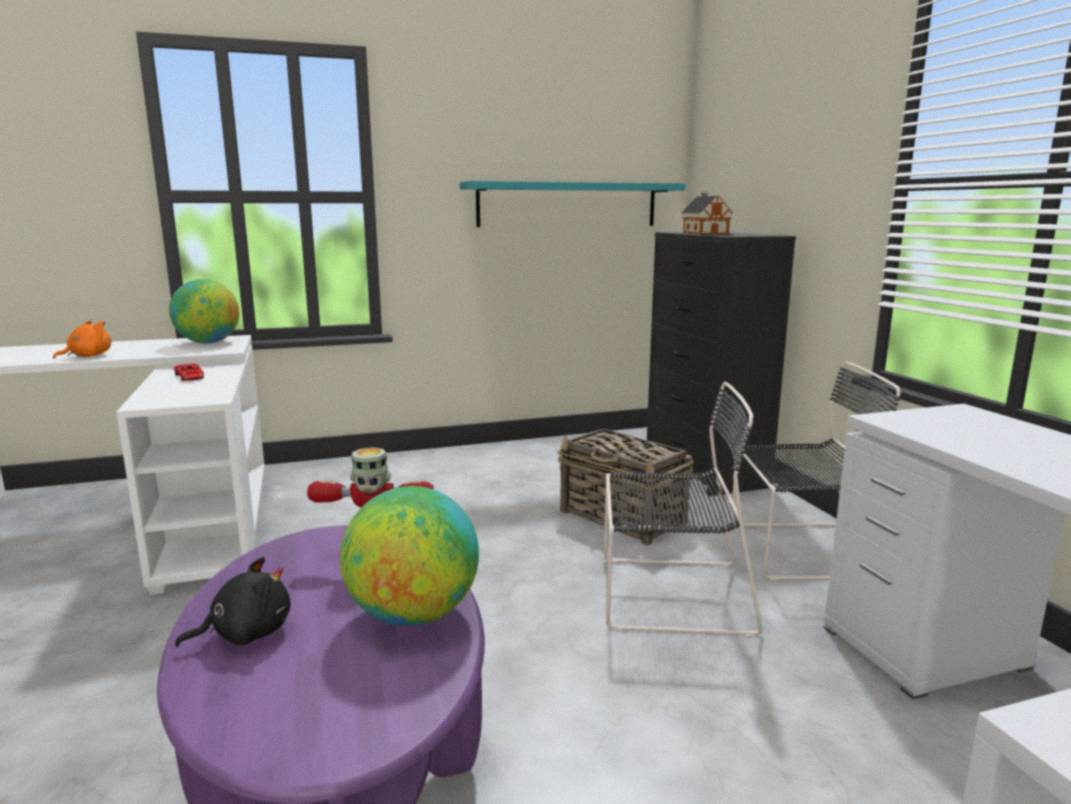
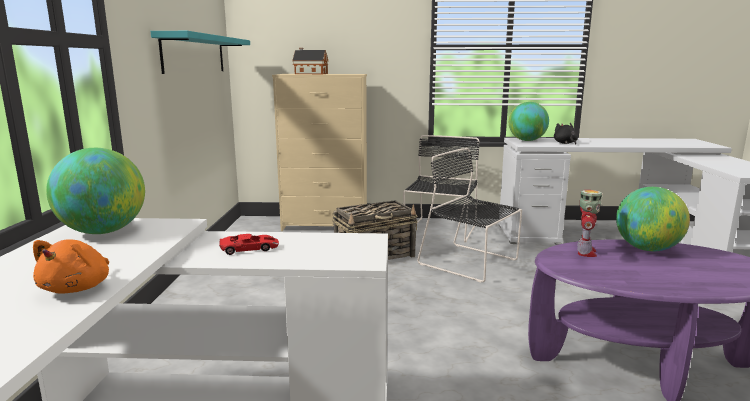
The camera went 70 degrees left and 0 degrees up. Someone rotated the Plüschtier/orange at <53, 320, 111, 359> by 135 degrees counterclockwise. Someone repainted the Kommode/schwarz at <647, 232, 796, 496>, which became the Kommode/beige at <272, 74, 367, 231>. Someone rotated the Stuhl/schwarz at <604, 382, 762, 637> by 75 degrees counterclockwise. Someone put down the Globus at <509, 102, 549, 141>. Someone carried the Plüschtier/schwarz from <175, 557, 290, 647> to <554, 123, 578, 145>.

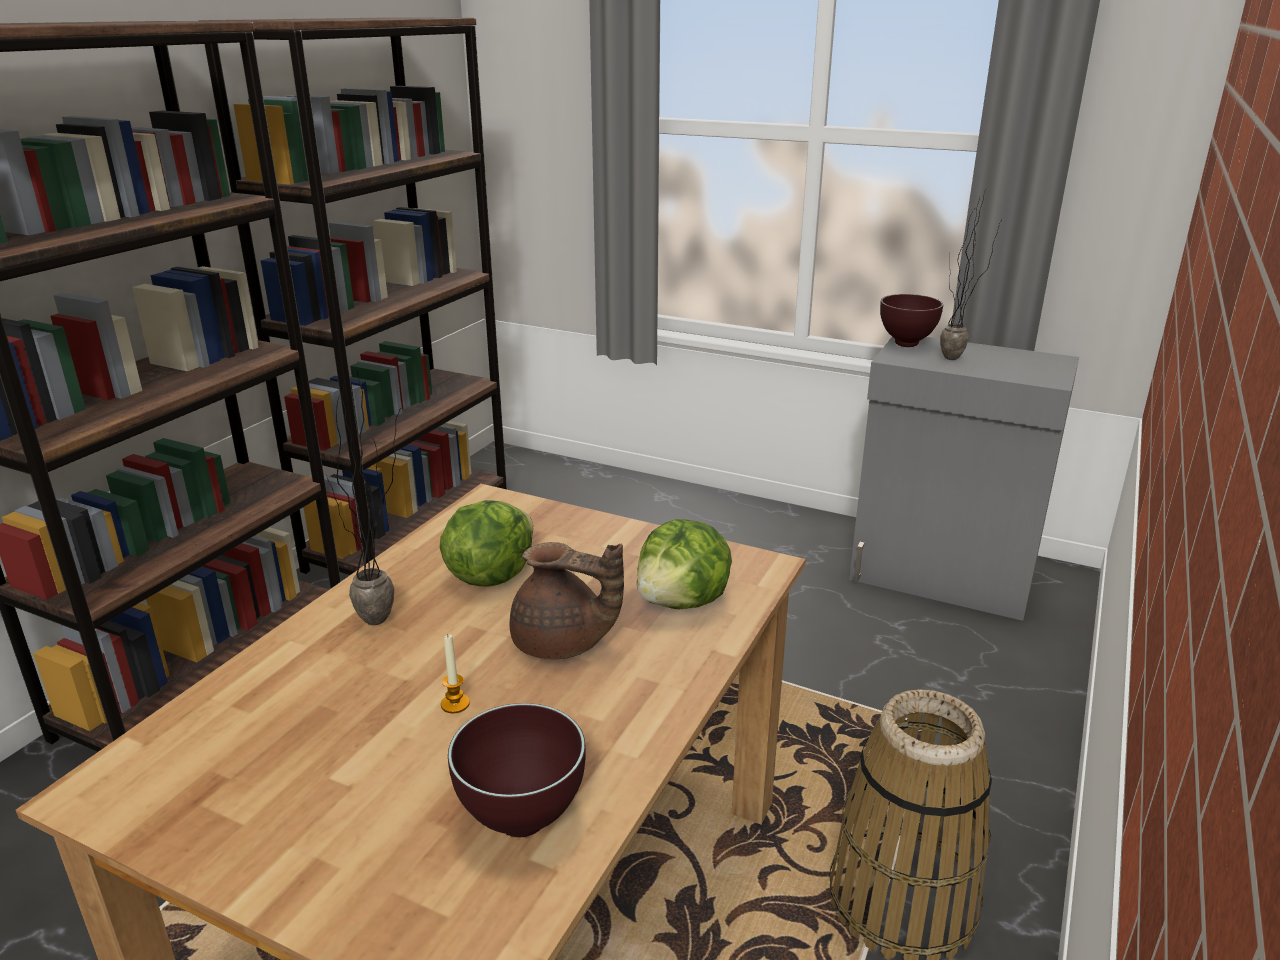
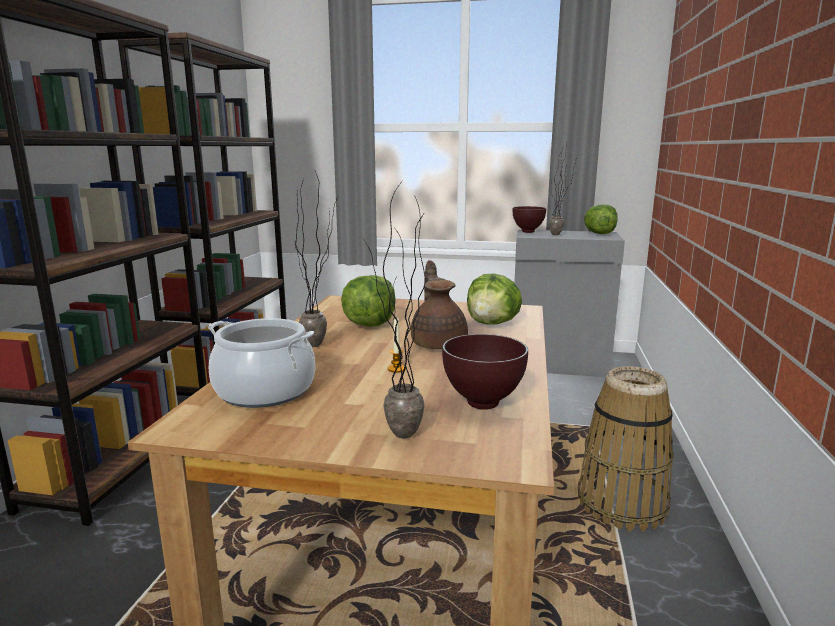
The camera went 15 degrees left and 10 degrees down. Someone put down the Kochtopf at <208, 318, 315, 408>. Someone put down the Topfpflanze at <364, 183, 425, 439>. Someone rotated the Teekanne/braun at <510, 542, 624, 660> by 105 degrees counterclockwise. Someone put down the Salatkopf at <584, 204, 618, 234>.

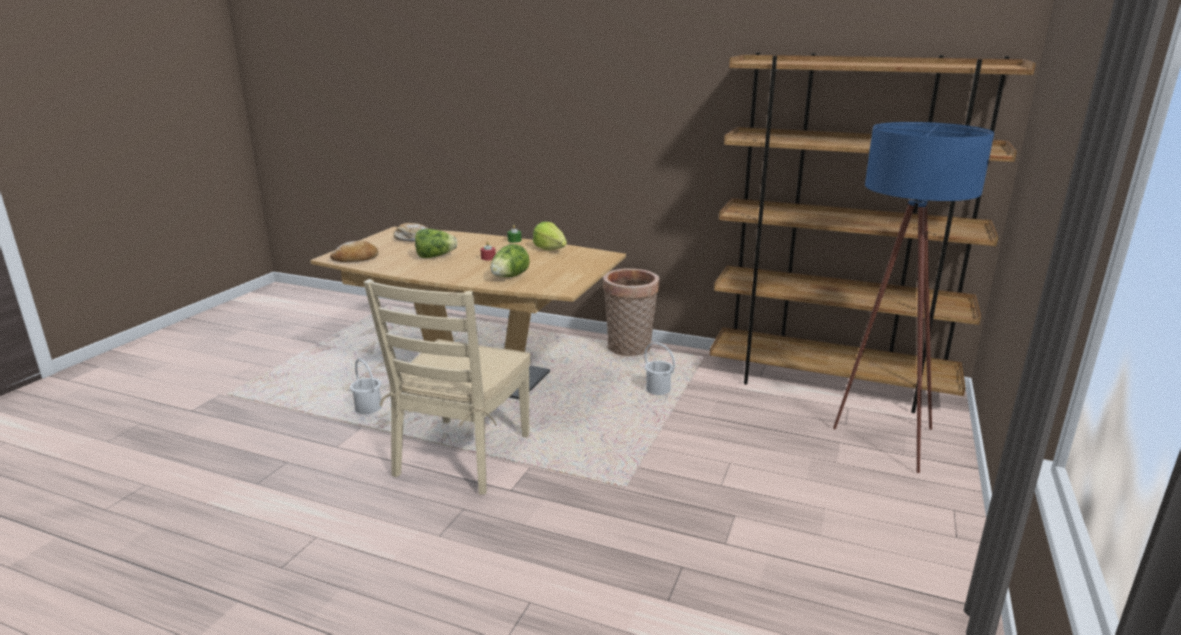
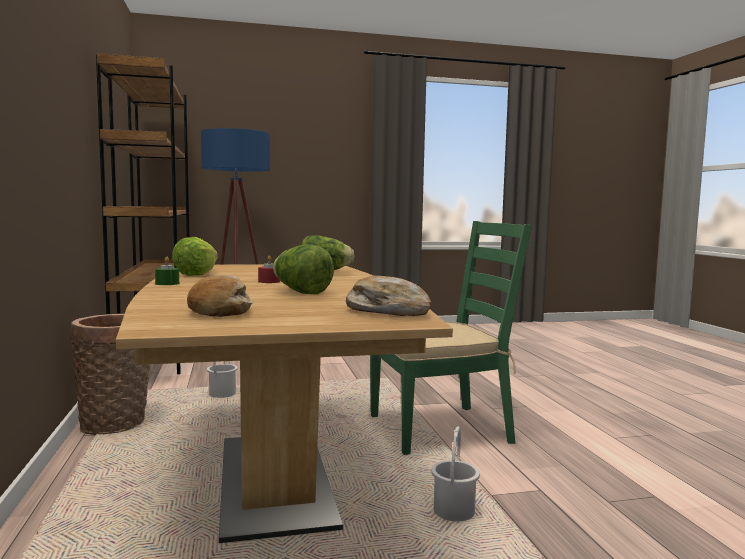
The camera went 125 degrees left and 15 degrees down. Someone repainted the Stuhl/beige at <364, 279, 531, 494>, which became the Stuhl/grün at <370, 221, 532, 455>.

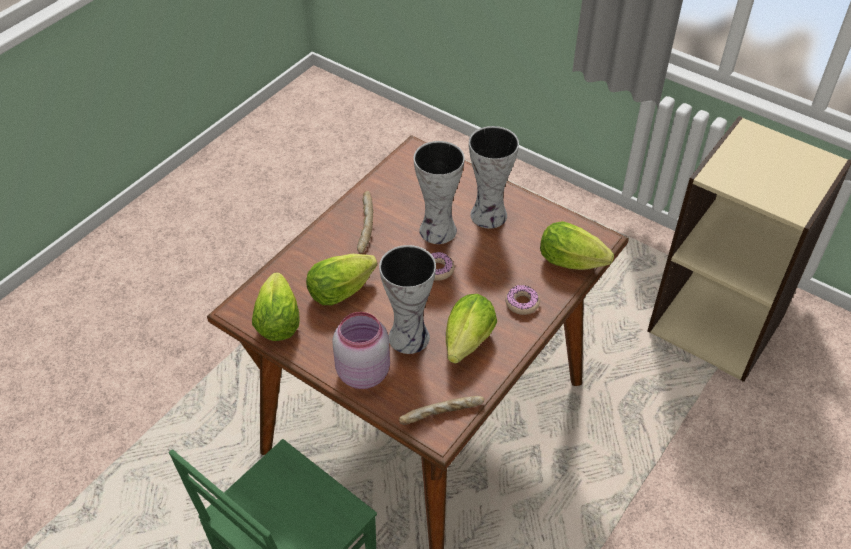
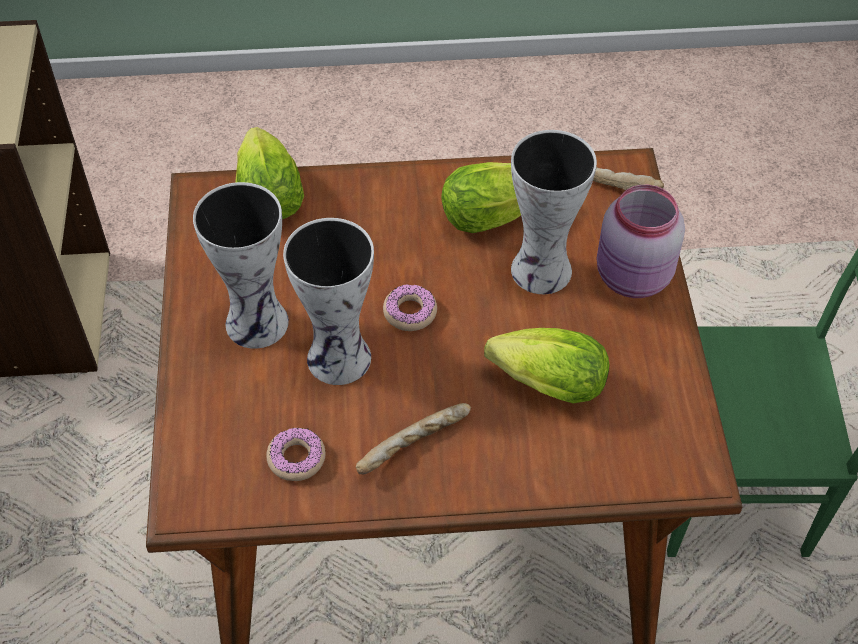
The camera went 130 degrees left and 5 degrees up. Someone carried the Donut from <505, 285, 540, 315> to <266, 427, 326, 481>. Someone took away the Salatkopf at <252, 272, 300, 341>.

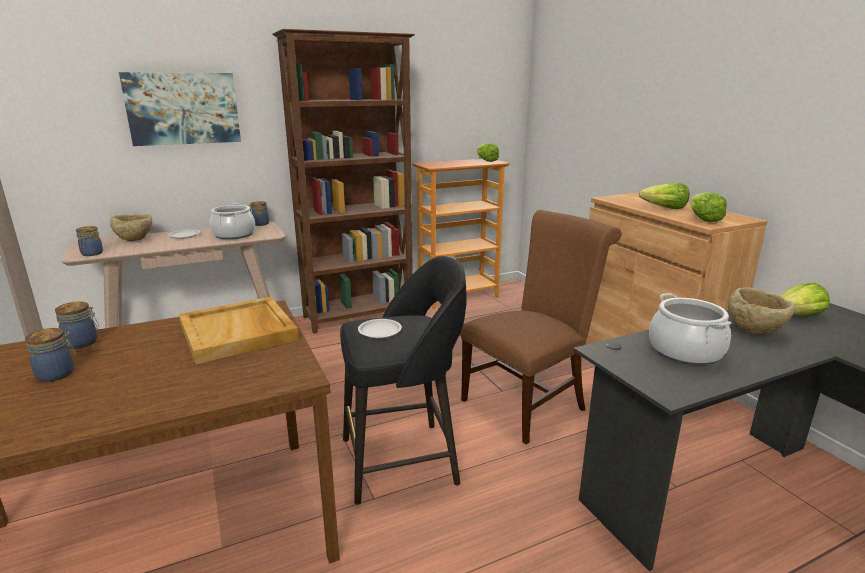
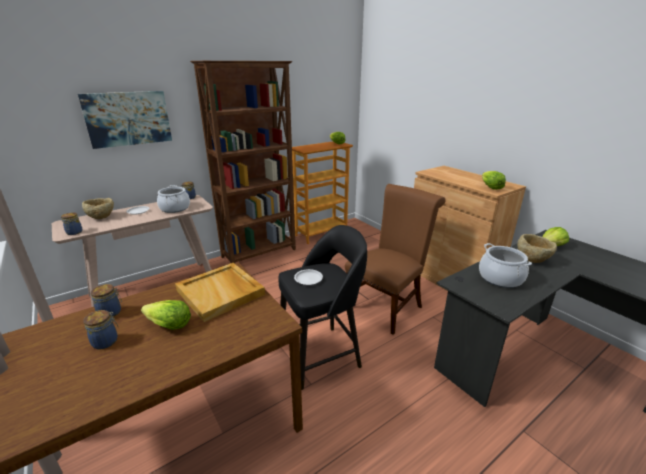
The camera went 10 degrees left and 5 degrees up. Someone carried the Salatkopf from <639, 183, 689, 209> to <141, 300, 191, 330>.

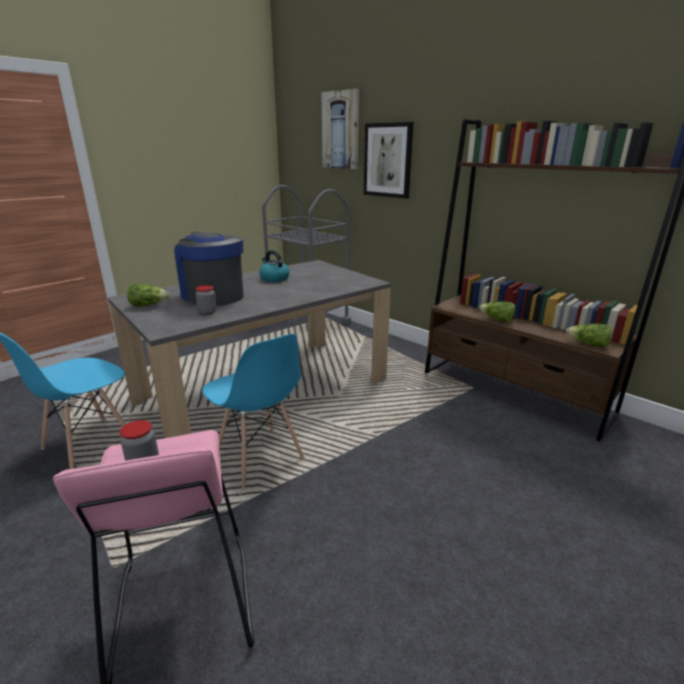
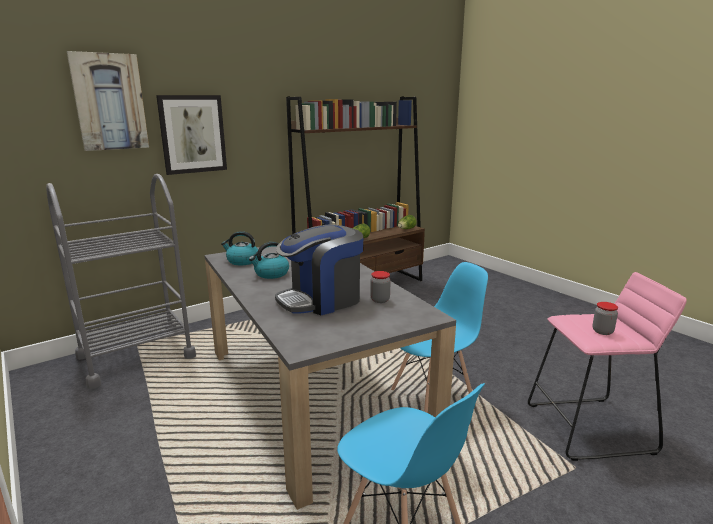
The camera went 80 degrees left and 5 degrees down. Someone put down the Wasserkessel at <221, 231, 258, 265>. Someone took away the Salatkopf at <127, 283, 170, 307>.

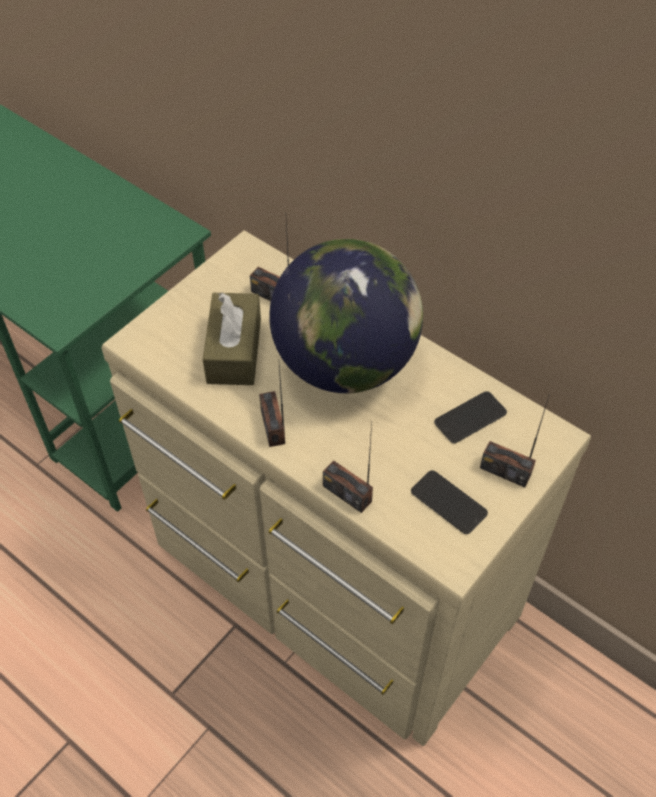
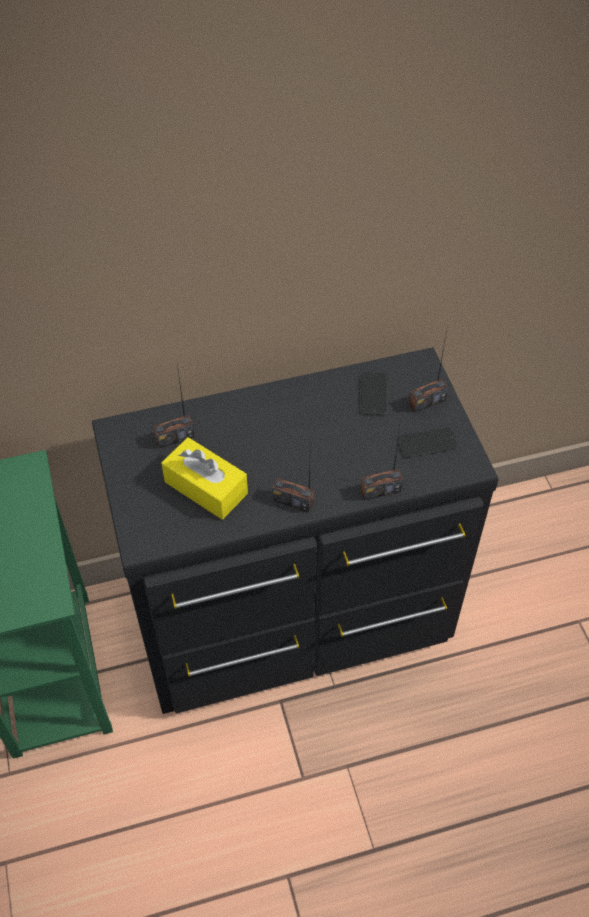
The camera went 55 degrees left and 0 degrees up. Someone repainted the Kommode/beige at <101, 230, 591, 746>, which became the Kommode/schwarz at <92, 347, 499, 714>. Someone repainted the Taschentuchbox/braun at <203, 293, 261, 385>, which became the Taschentuchbox/gelb at <161, 437, 248, 520>. Someone took away the Globus at <269, 239, 423, 394>.

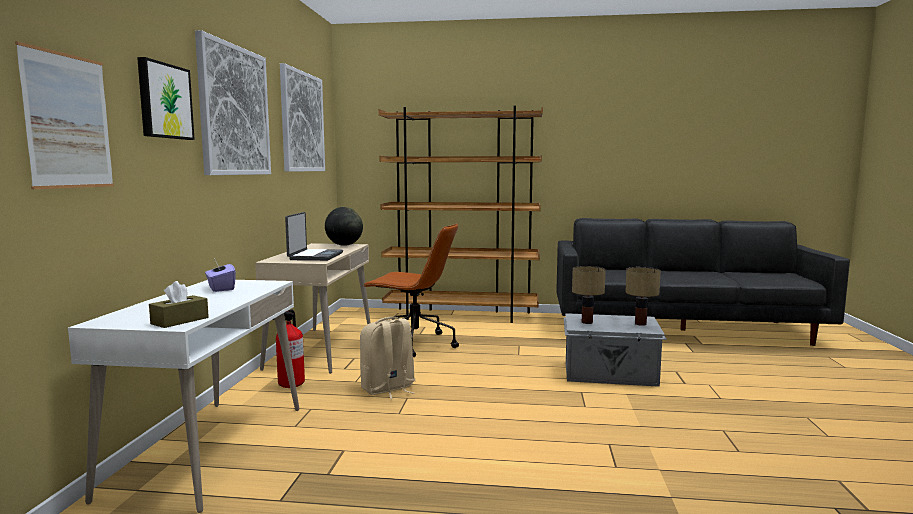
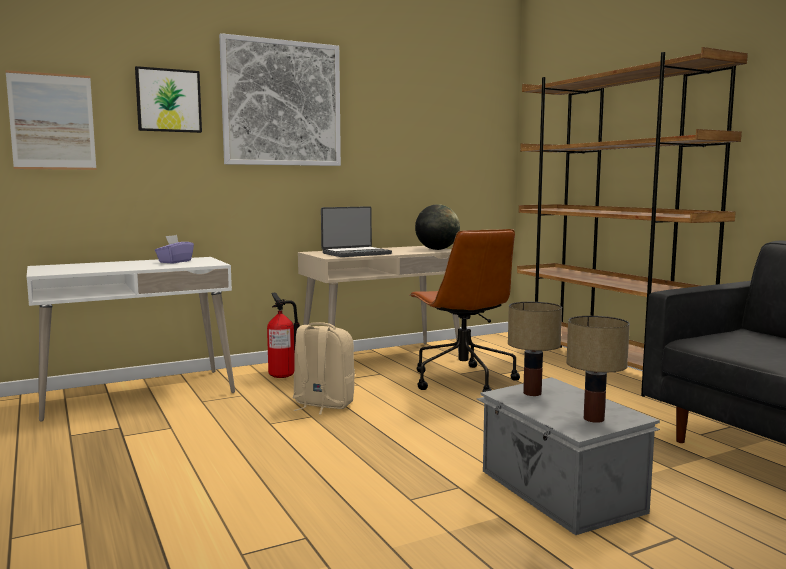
The camera went 55 degrees right and 0 degrees up. Someone took away the Taschentuchbox/braun at <149, 281, 209, 328>. Someone took away the Bild at <280, 63, 325, 171>.

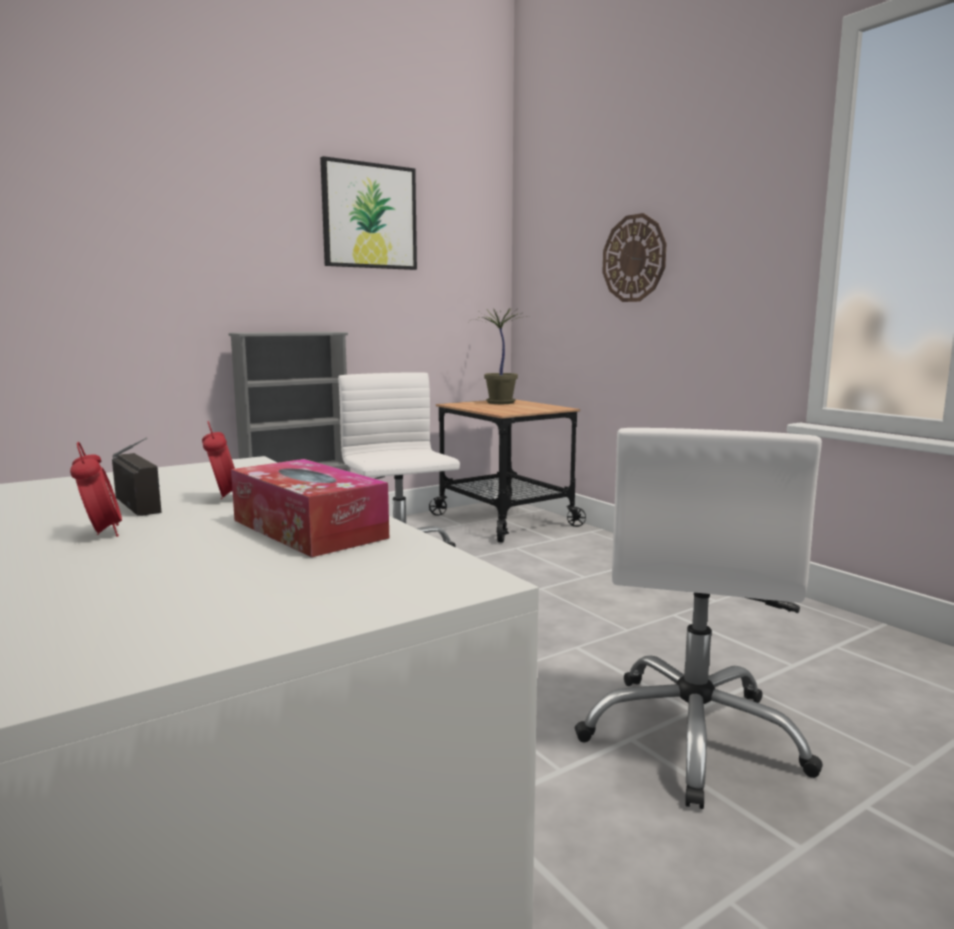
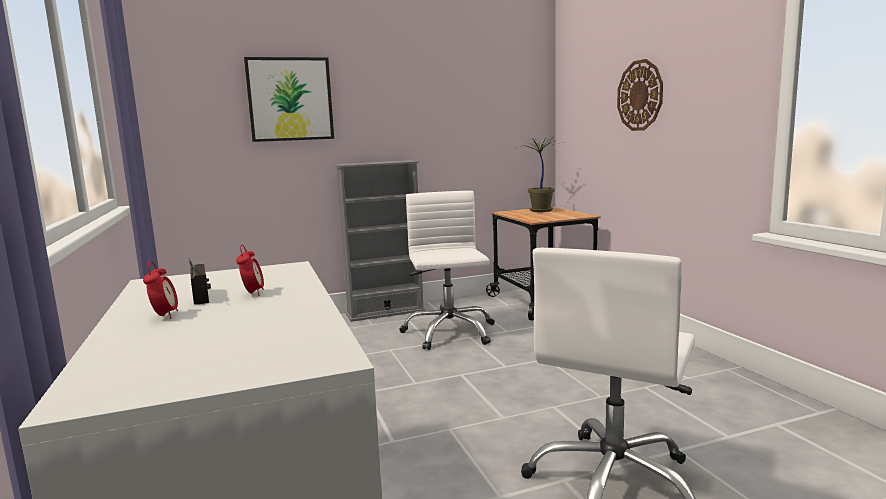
The camera went 15 degrees right and 0 degrees up. Someone carried the Bild from <320, 156, 417, 270> to <244, 57, 334, 142>. Someone took away the Taschentuchbox at <231, 459, 389, 557>.

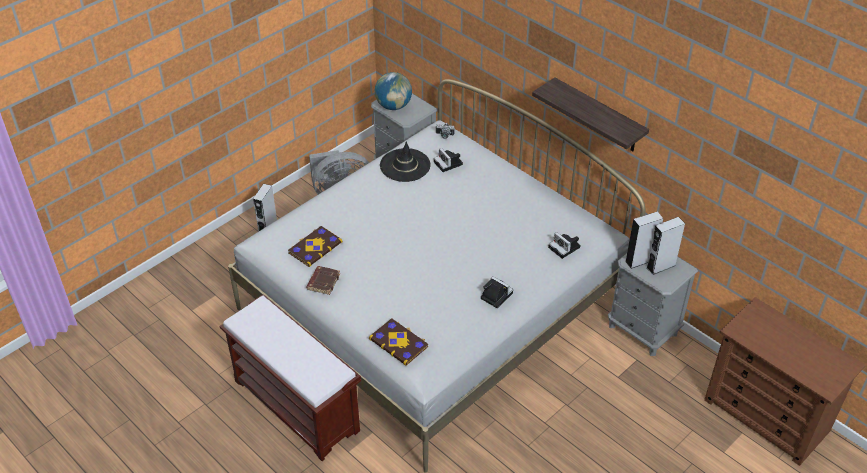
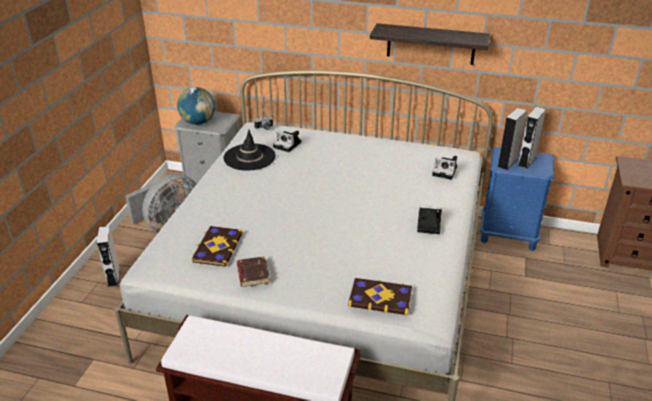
The camera went 30 degrees left and 10 degrees down. Someone repainted the Nachttisch/grau at <608, 254, 698, 356>, which became the Nachttisch/blau at <480, 147, 554, 251>.

